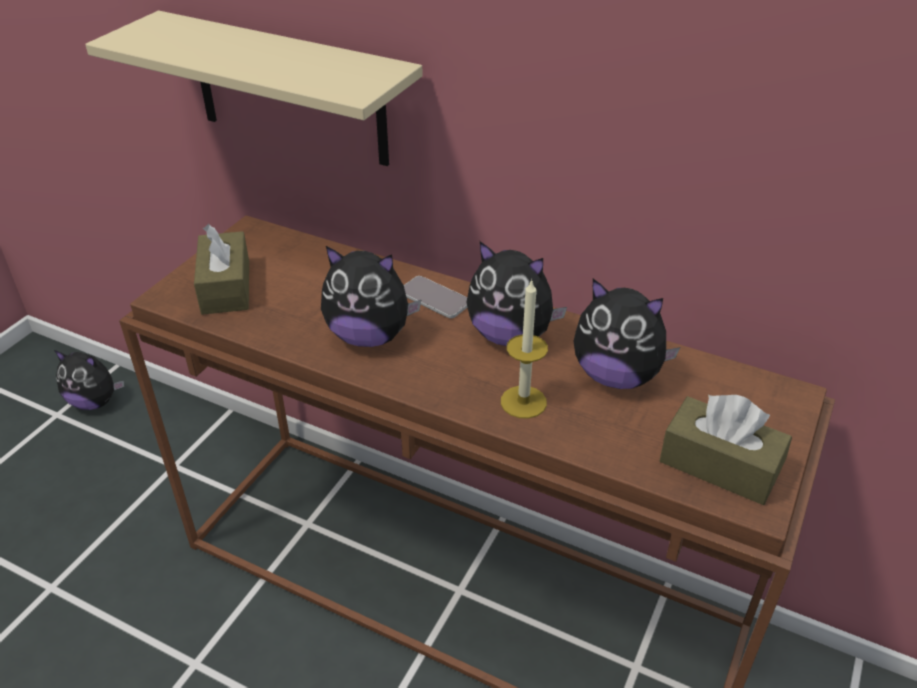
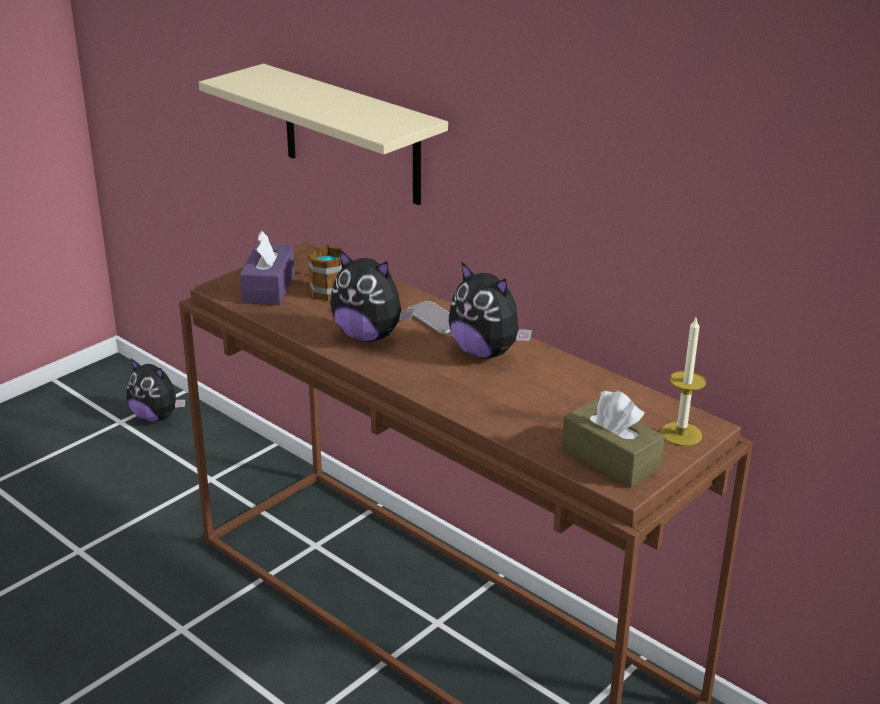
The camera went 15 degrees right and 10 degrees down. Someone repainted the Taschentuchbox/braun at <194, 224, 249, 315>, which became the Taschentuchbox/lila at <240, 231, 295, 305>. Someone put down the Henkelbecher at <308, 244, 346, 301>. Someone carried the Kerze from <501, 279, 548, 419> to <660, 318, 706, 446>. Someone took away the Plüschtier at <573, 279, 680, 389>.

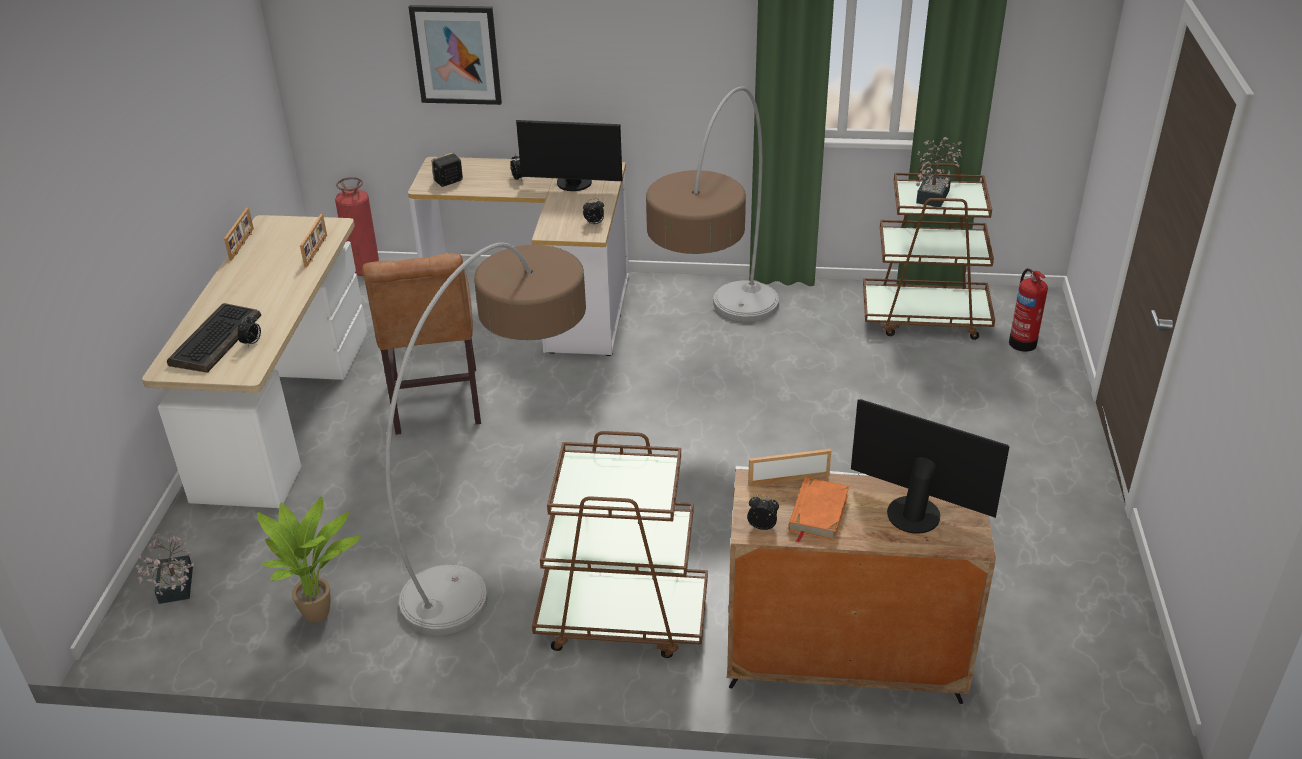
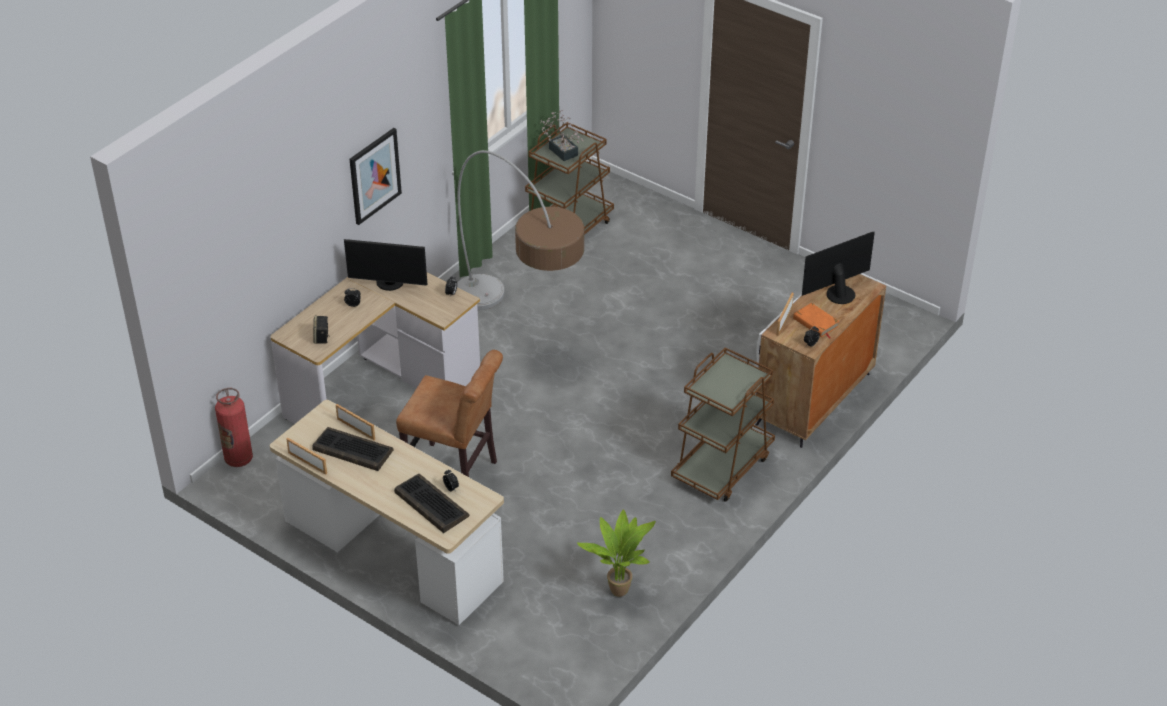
The camera went 60 degrees left and 5 degrees up. Someone put down the Tastatur at <312, 427, 394, 471>. Someone rotated the Monitor at <516, 120, 623, 191> by 60 degrees clockwise. Someone carried the Bild from <409, 5, 502, 105> to <349, 128, 402, 225>. Someone took away the Topfpflanze at <136, 530, 194, 604>. Someone took away the Stehlampe at <385, 242, 586, 635>. Someone took away the Feuerlöscher at <1009, 268, 1048, 352>.

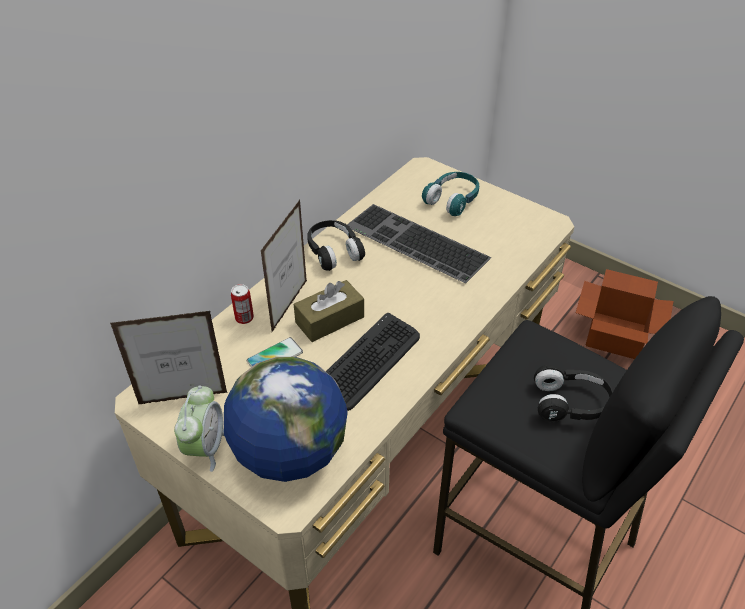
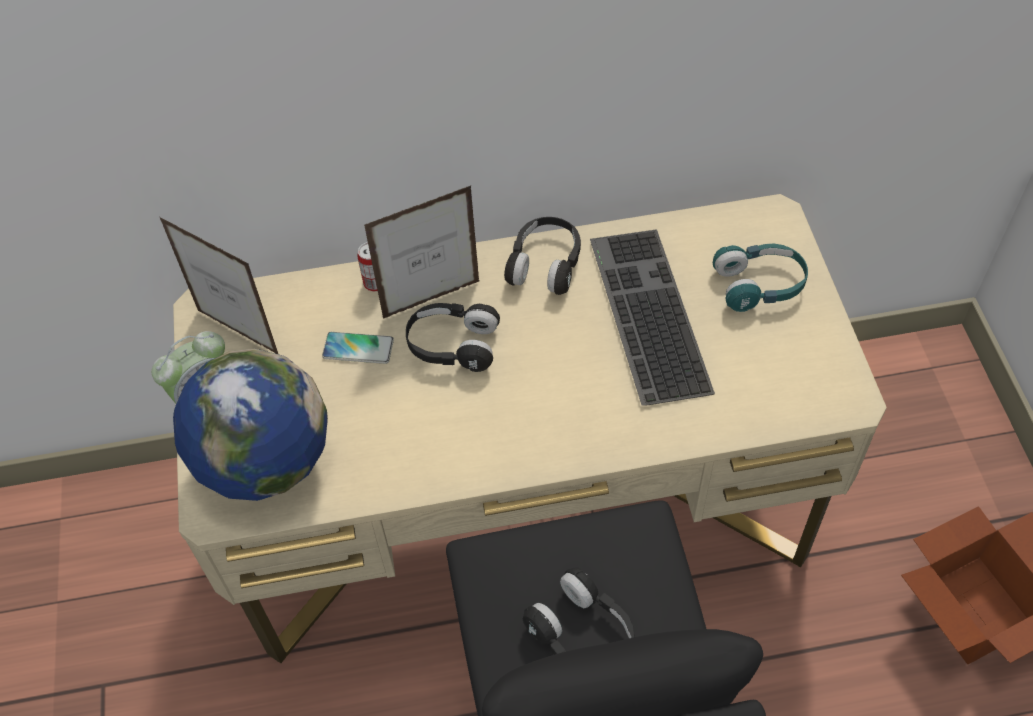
The camera went 45 degrees right and 10 degrees up. Someone swapped the Taschentuchbox/braun at <294, 280, 364, 342> for the Kopfhörer/schwarz at <406, 303, 500, 372>. Someone took away the Tastatur at <326, 313, 420, 411>.

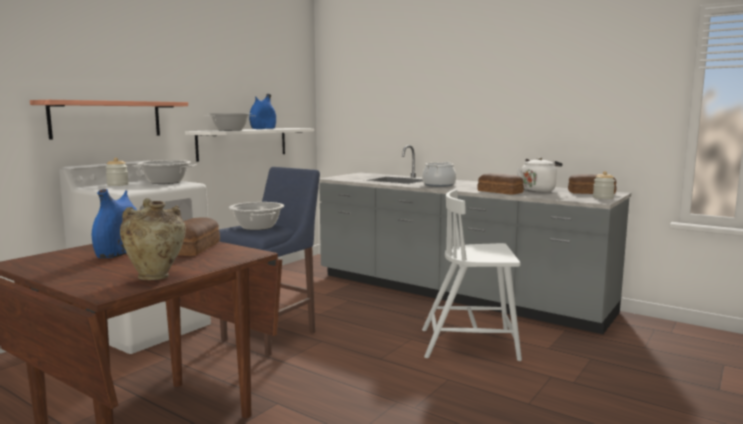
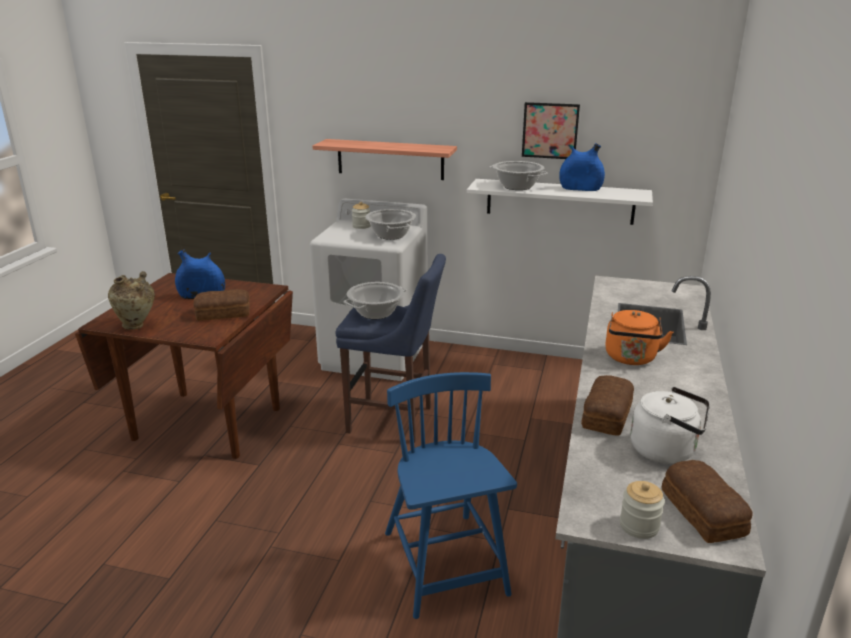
The camera went 70 degrees right and 15 degrees up. Someone repainted the Stuhl/weiß at <422, 190, 522, 361>, which became the Stuhl/blau at <385, 372, 517, 619>. Someone put up the Bild at <522, 102, 580, 159>. Someone swapped the Kochtopf at <422, 162, 456, 187> for the Wasserkessel/orange at <605, 310, 673, 365>.

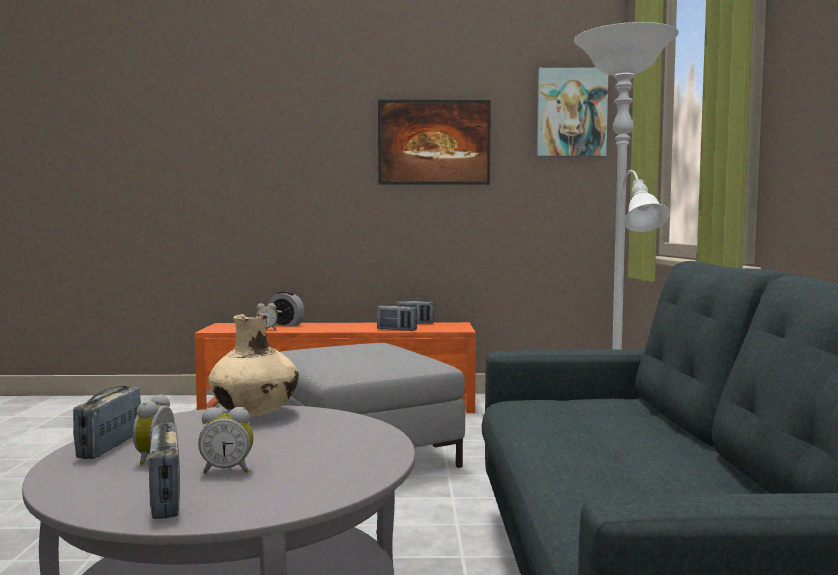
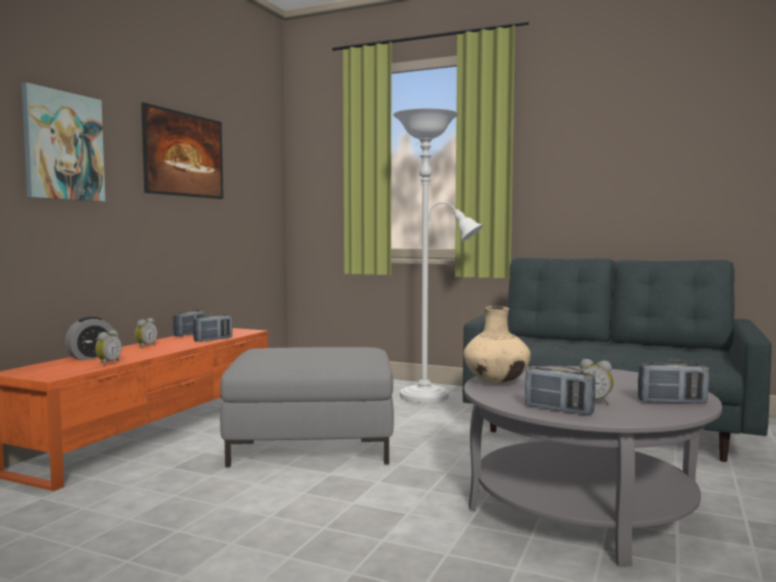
The camera went 65 degrees left and 0 degrees up. Someone carried the Bild from <537, 68, 608, 157> to <21, 83, 105, 202>. Someone carried the Wecker from <198, 407, 253, 474> to <135, 318, 158, 348>.

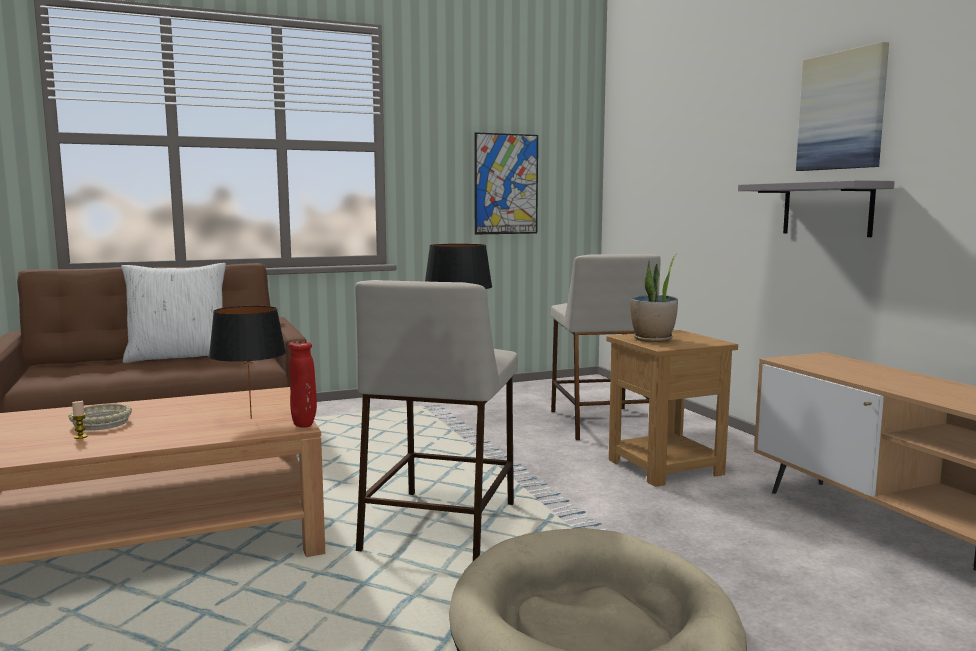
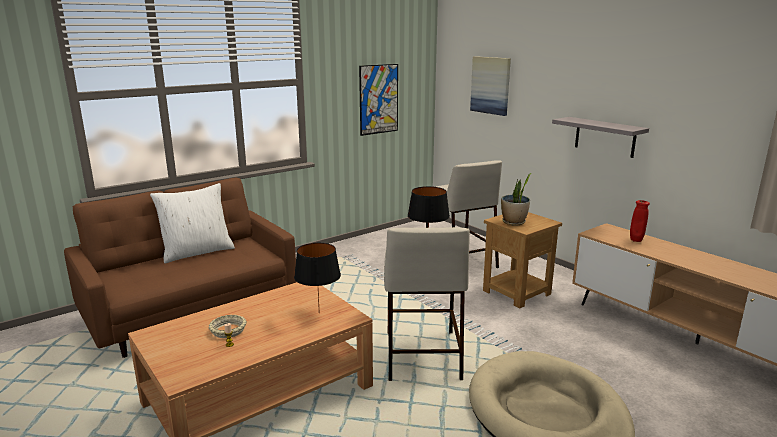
The camera went 15 degrees left and 10 degrees up. Someone carried the Bild from <796, 42, 889, 171> to <470, 56, 511, 116>. Someone carried the Vase/rot from <288, 341, 317, 428> to <630, 200, 650, 242>.

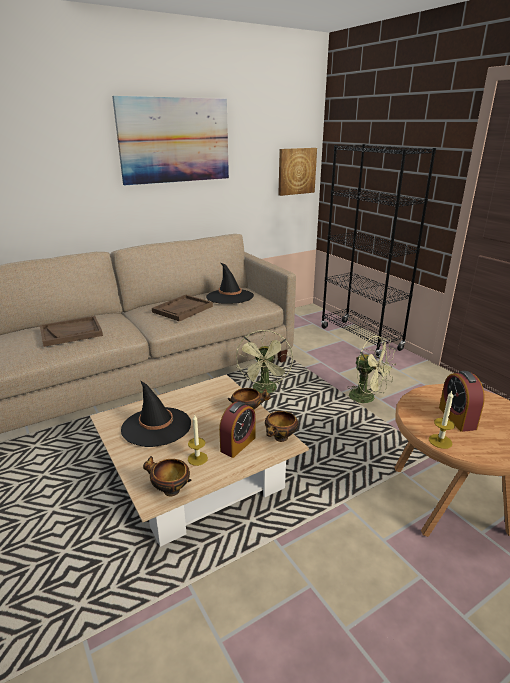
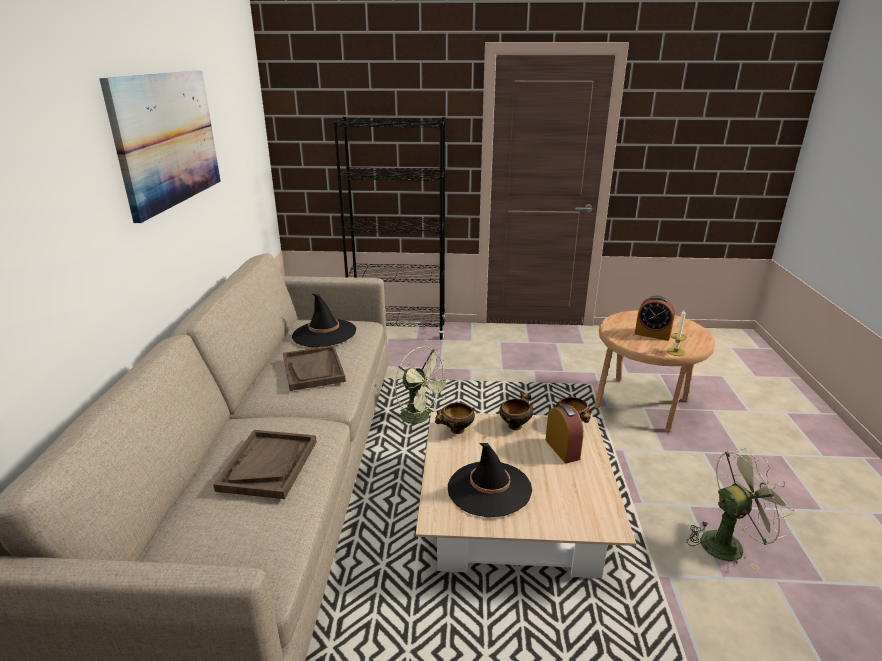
The camera went 55 degrees left and 0 degrees up. Someone carried the Schüssel from <143, 456, 191, 496> to <435, 403, 475, 434>. Someone carried the Ventilator/grün from <347, 336, 396, 403> to <686, 448, 795, 571>. Someone took away the Kerze at <188, 415, 208, 466>. Someone took away the Bild at <278, 148, 317, 196>.

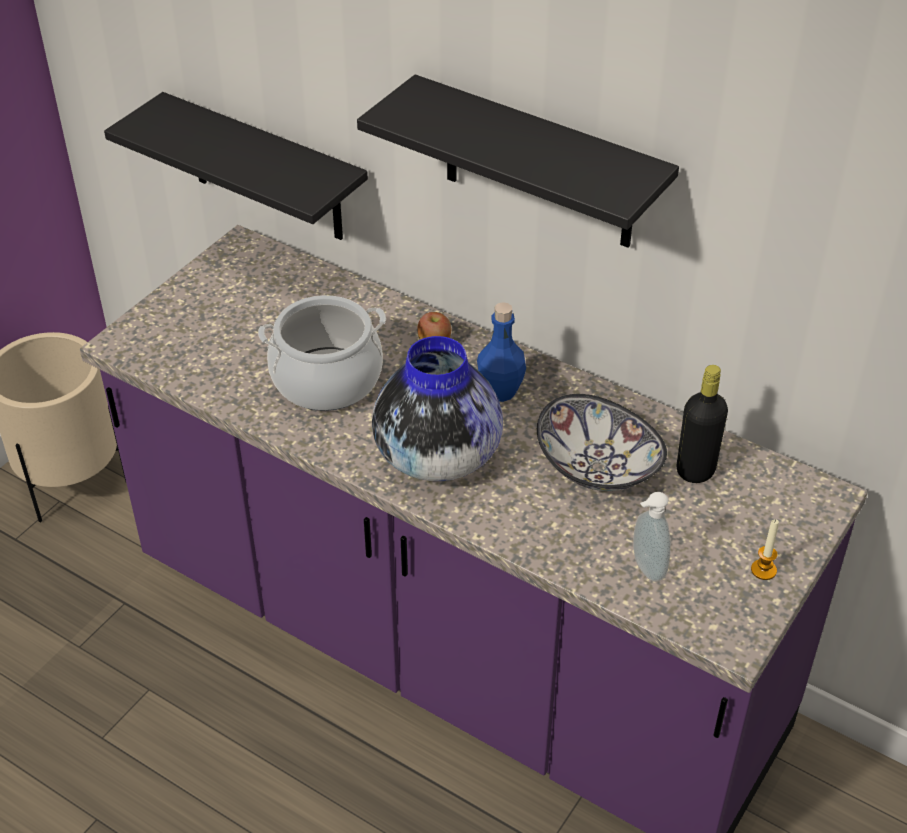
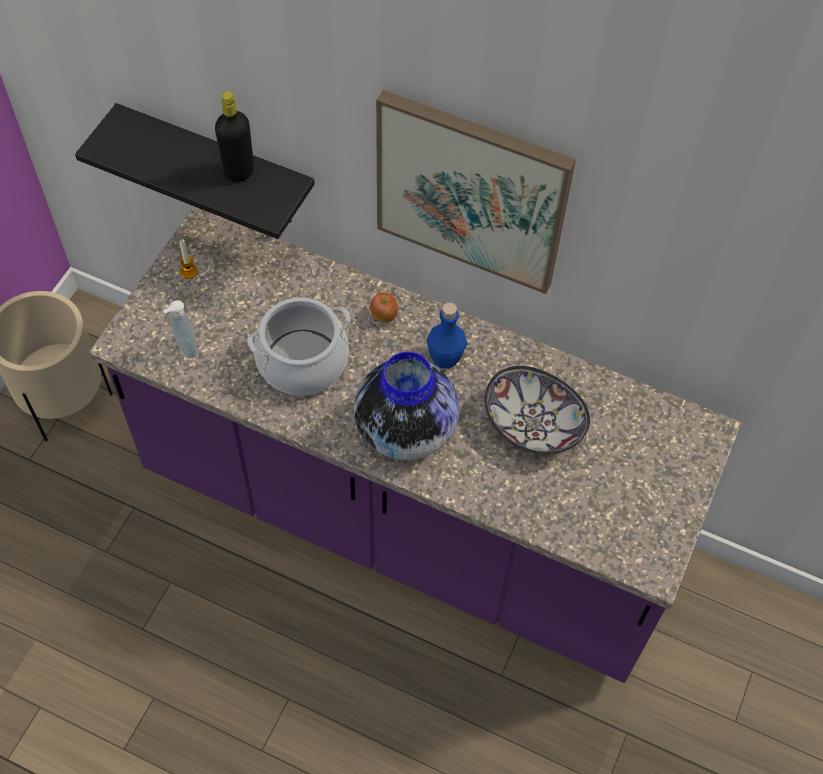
The camera went 10 degrees left and 15 degrees up. Someone carried the Seifenspender from <633, 492, 671, 582> to <163, 300, 197, 358>. Someone carried the Kerze from <751, 519, 779, 580> to <179, 239, 198, 279>. Someone carried the Flasche/schwarz from <677, 365, 728, 483> to <215, 91, 254, 182>. Someone swapped the Wandregal/schwarz at <357, 74, 679, 248> for the Bild at <376, 90, 576, 294>.

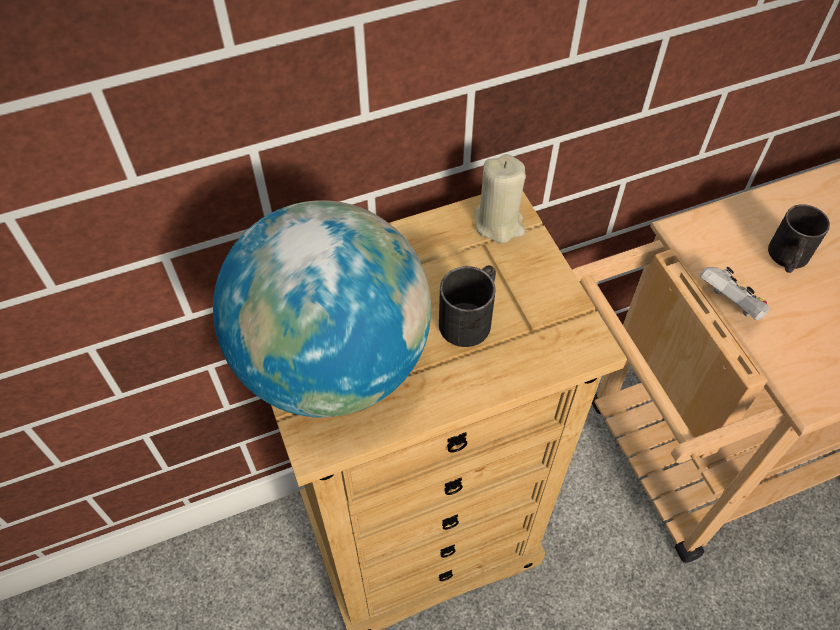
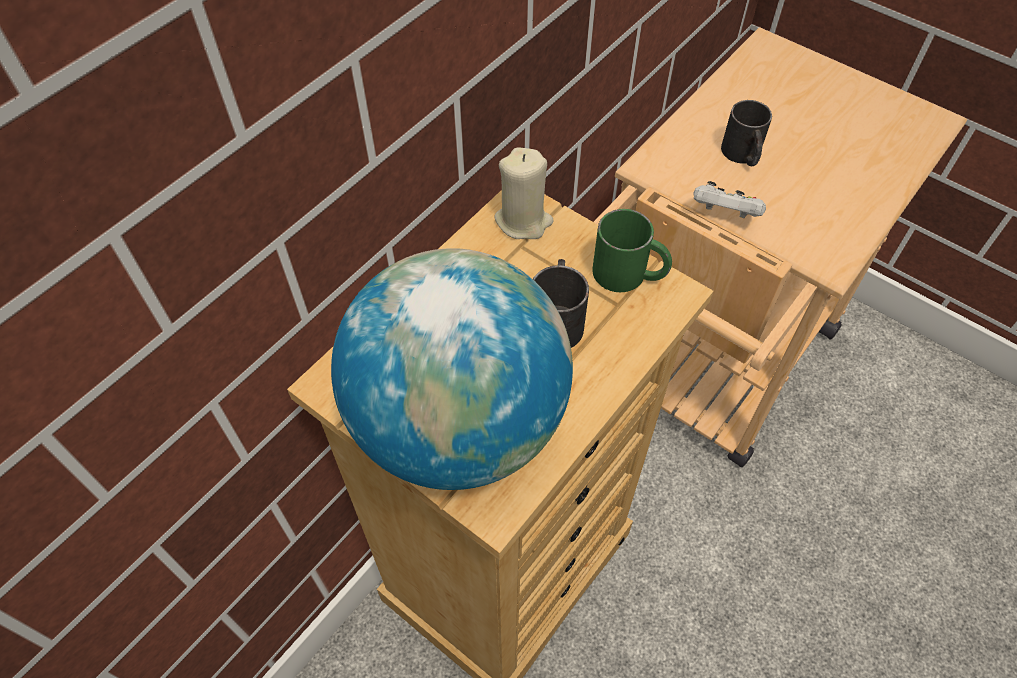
The camera went 30 degrees left and 0 degrees up. Someone put down the Henkelbecher/grün at <592, 209, 672, 292>.

